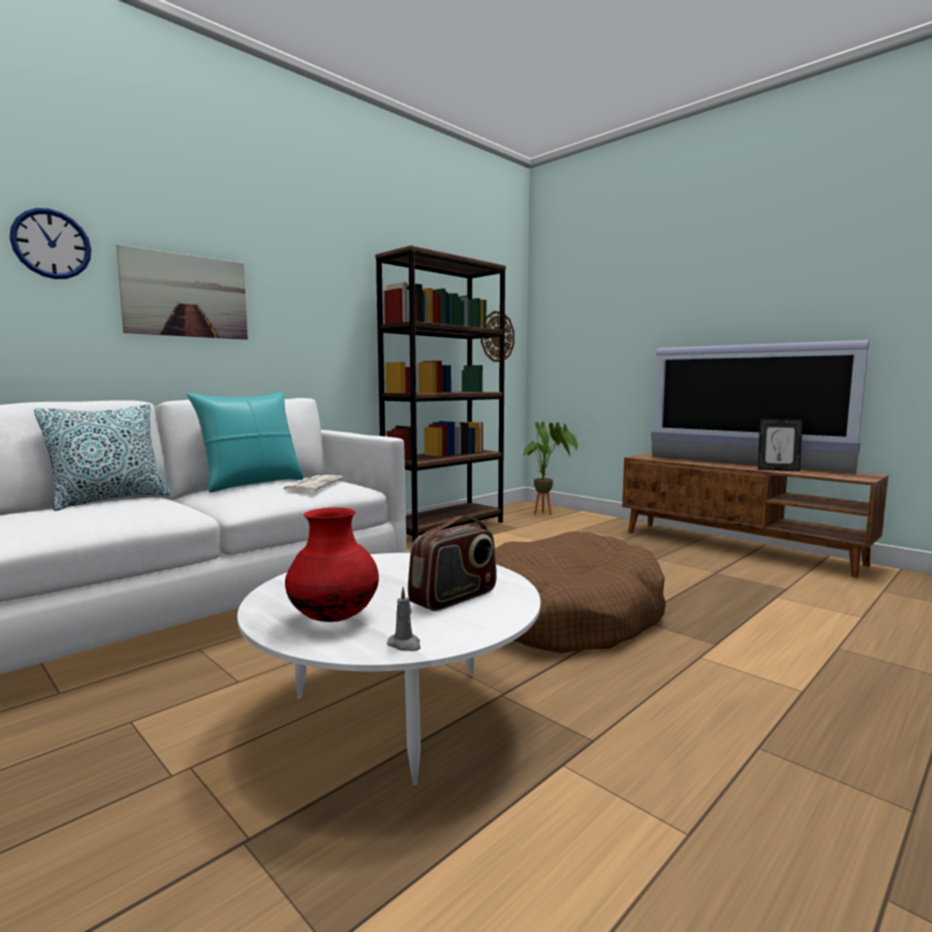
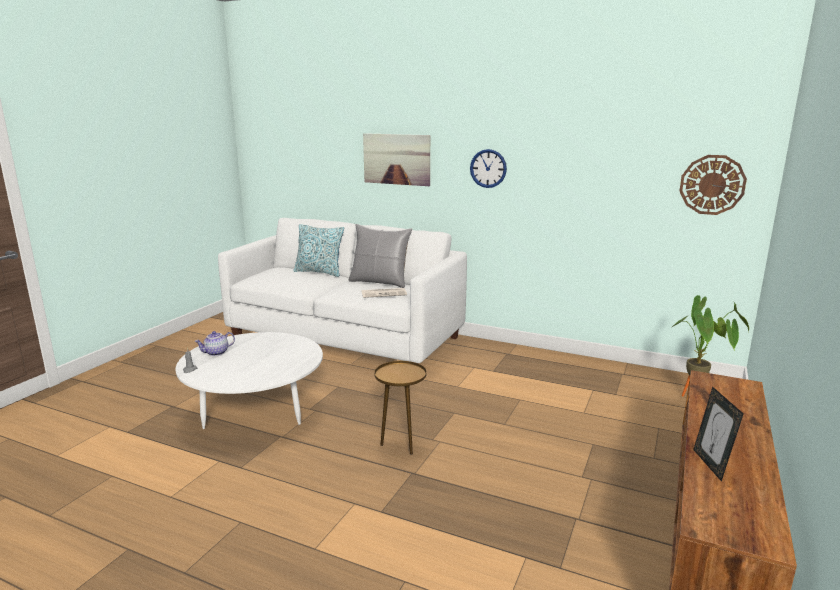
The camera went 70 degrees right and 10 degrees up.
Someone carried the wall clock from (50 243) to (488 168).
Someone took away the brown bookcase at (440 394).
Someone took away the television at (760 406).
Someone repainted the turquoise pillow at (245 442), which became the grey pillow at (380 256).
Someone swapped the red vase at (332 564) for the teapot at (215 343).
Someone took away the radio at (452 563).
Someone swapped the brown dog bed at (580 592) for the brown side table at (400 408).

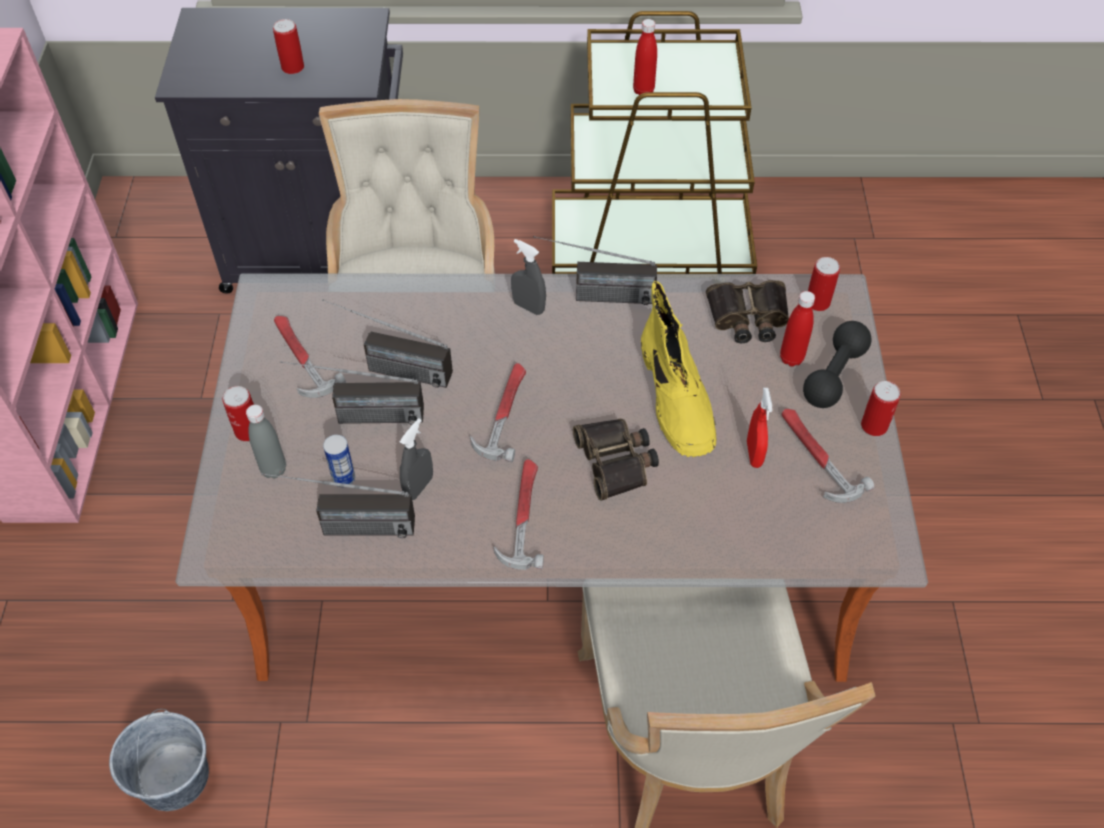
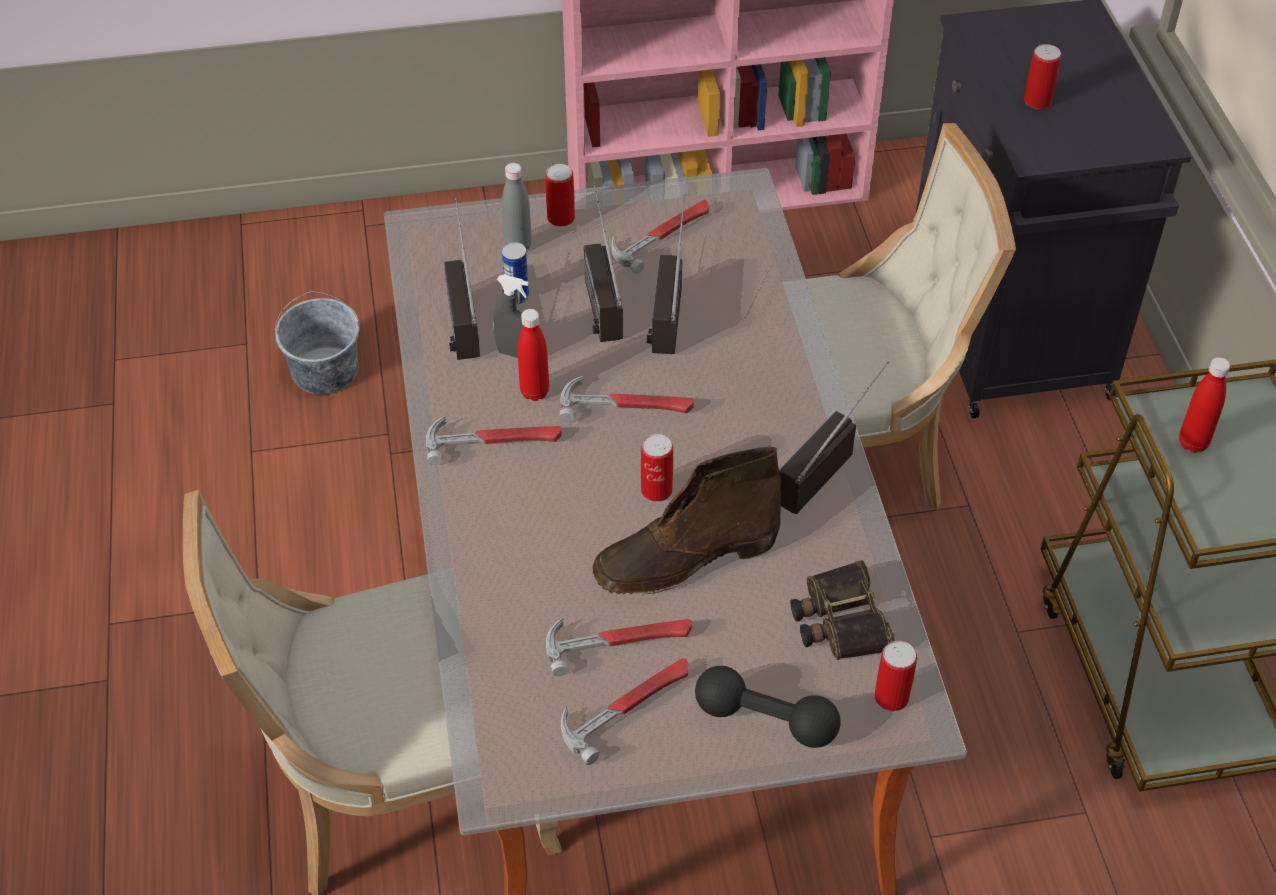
The camera went 80 degrees right and 5 degrees down.
Someone rotated the radio at (595 270) by 45 degrees clockwise.
Someone took away the grey spray bottle at (528 277).
Someone repainted the yellow boot at (678 369), which became the brown boot at (686 520).
Someone carried the red bottle from (797 328) to (533 355).
Someone carried the can from (881 408) to (657 468).
Someone swapped the red spray bottle at (759 428) for the hammer at (619 647).
Someone took away the binoculars at (616 460).

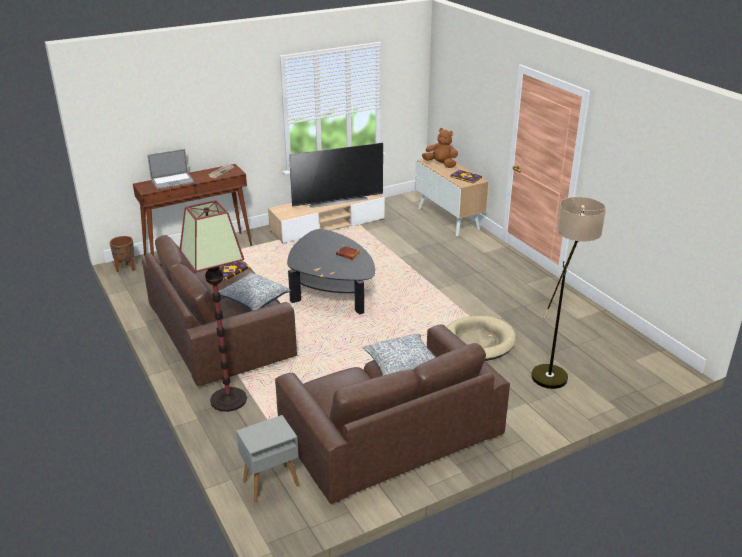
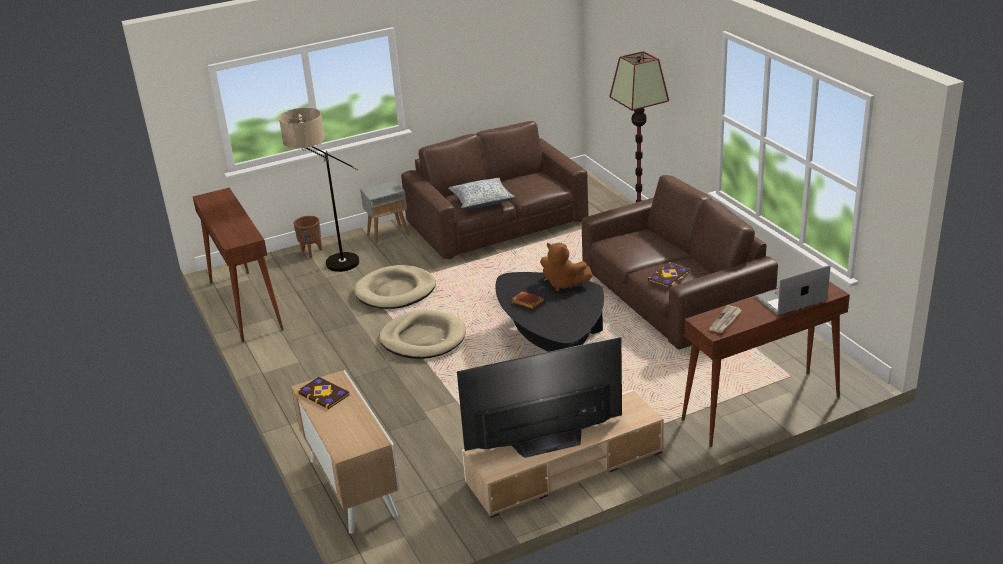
The camera went 175 degrees left and 0 degrees up.
Someone carried the brown plush toy from (440 148) to (566 267).
Someone carried the brown planter from (122 254) to (308 237).
Someone took away the pillow at (254 292).
Someone carried the grey side table from (267 459) to (384 213).
Someone put down the brown console table at (238 265).
Someone put down the beige dog bed at (422 334).

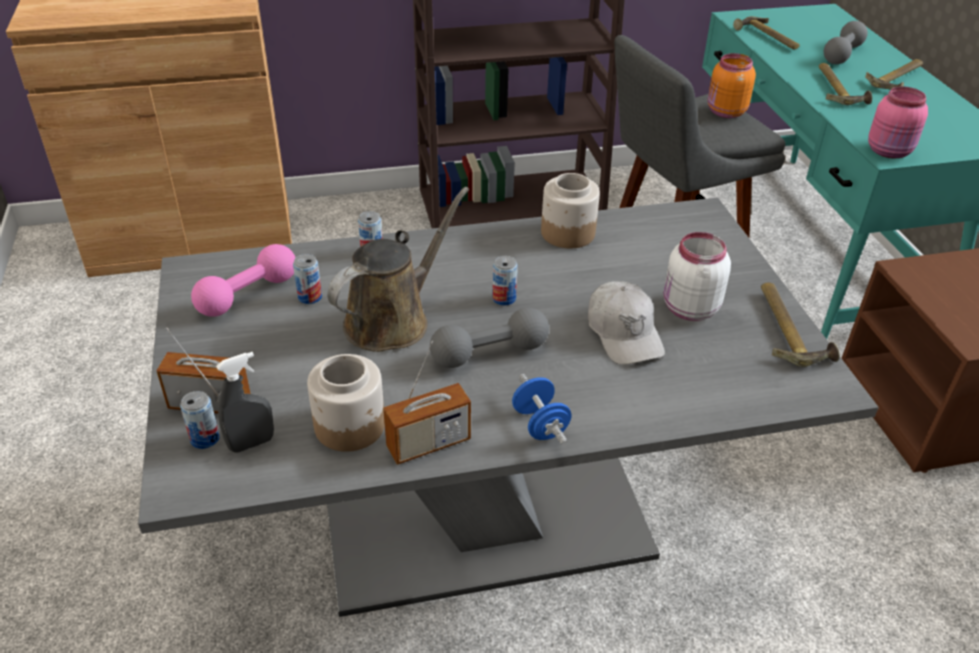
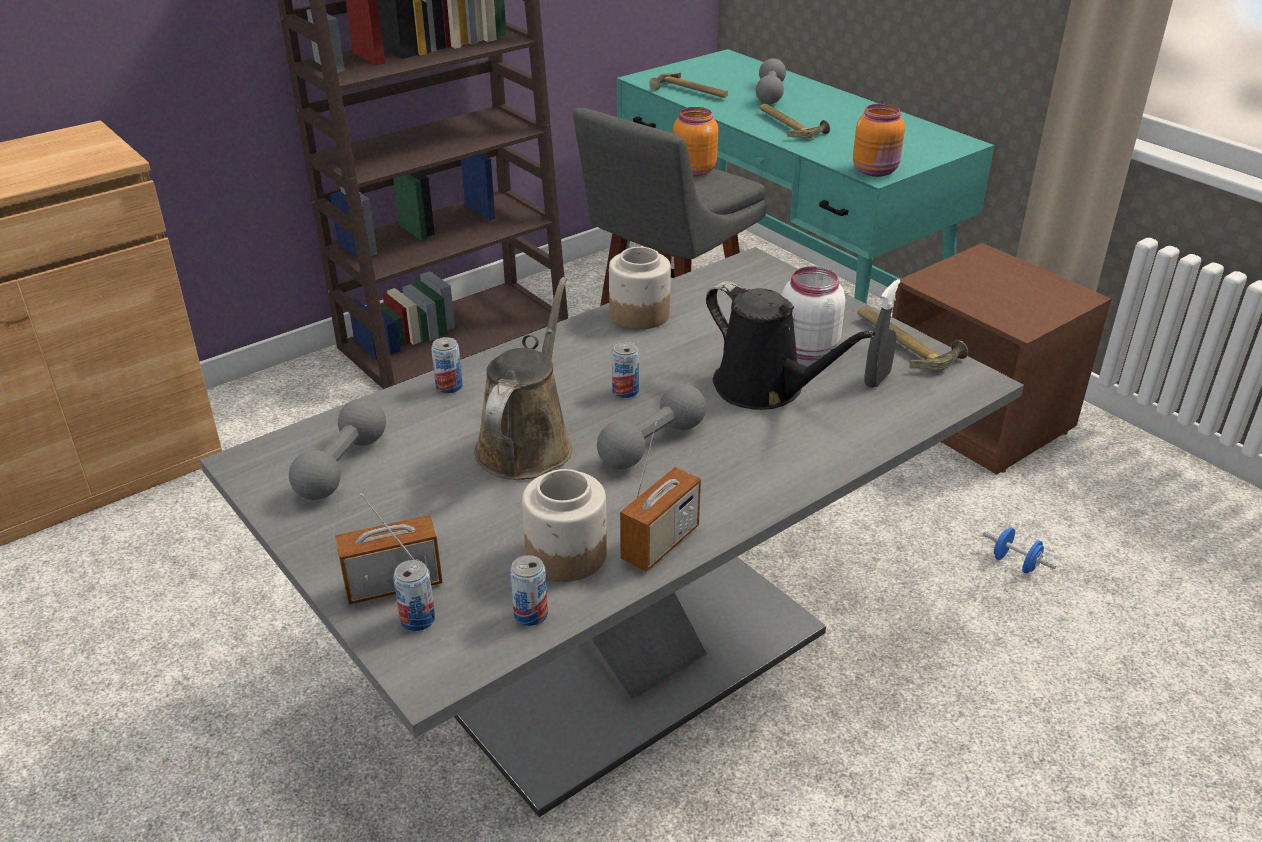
The camera went 25 degrees left and 5 degrees down.
Someone took away the hammer at (894 74).
Someone repainted the pink jar at (898 122), which became the orange jar at (879 140).
Someone repainted the pink dumbbell at (243 280), which became the grey dumbbell at (337 449).
Someone carried the can from (307 279) to (529 590).
Someone swapped the white cap at (626 323) for the black watering can at (791 345).
Someone carried the grey spray bottle from (245 402) to (882 333).
Someone carried the blue dumbbell from (541 409) to (1020 550).

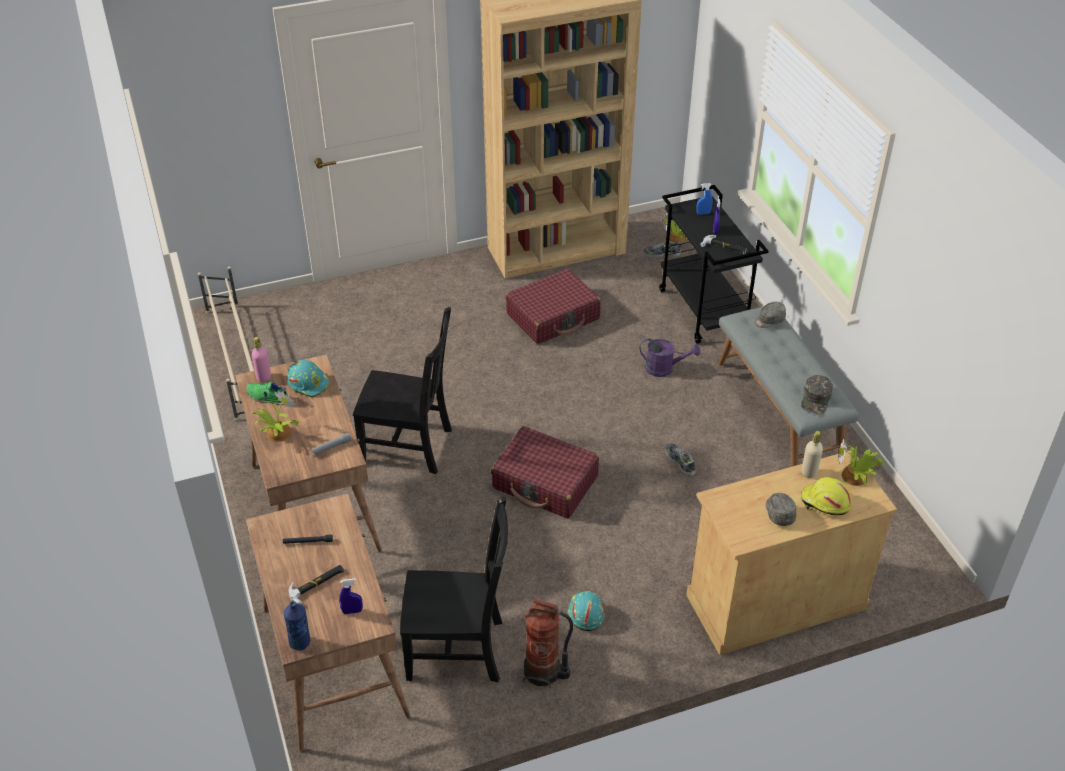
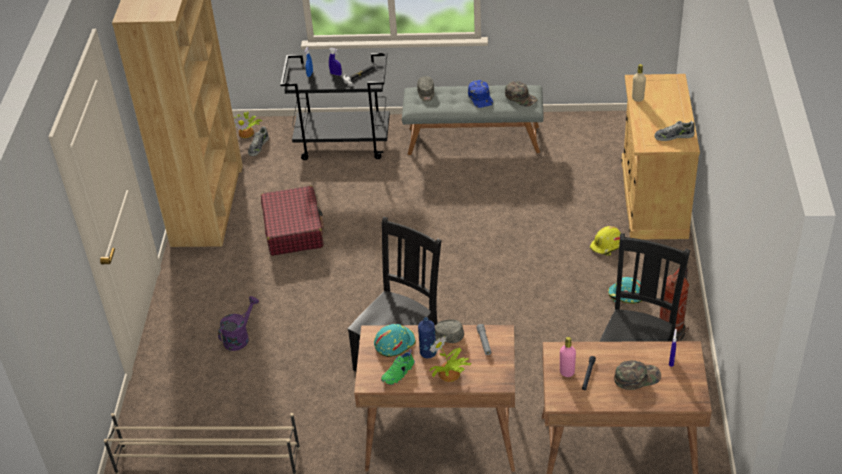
The camera went 65 degrees left and 0 degrees up.
Someone carried the pink bottle from (261 359) to (568 357).
Someone carried the purple watering can from (670 358) to (238 323).
Someone took away the red suitcase at (545 472).
Someone took away the potted plant at (861 462).
Someone carried the shoe from (680 460) to (674 131).
Someone carried the yellow hard hat from (826 496) to (605 241).
Someone carried the grey cap from (781 509) to (449 331).
Someone swapped the hammer at (316 585) for the green cap at (637 375).
Someone carried the blue bottle from (297 626) to (427 337).
Someone put down the blue cap at (480 94).

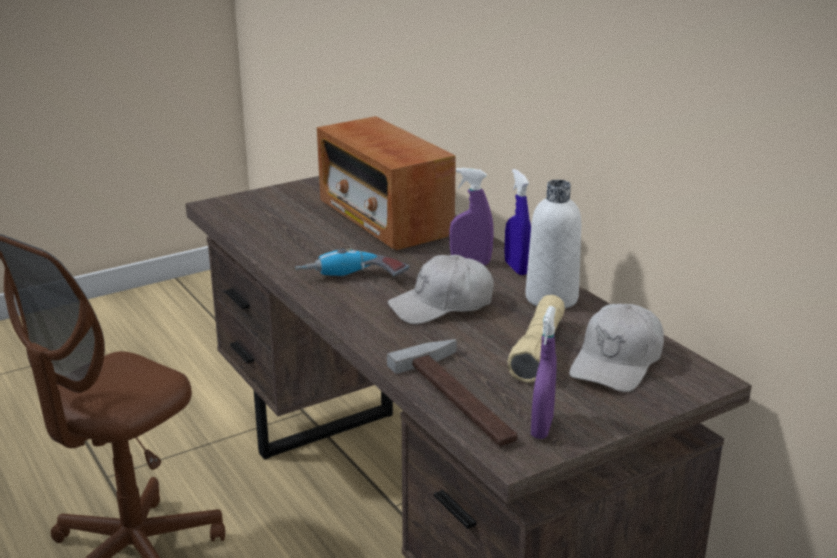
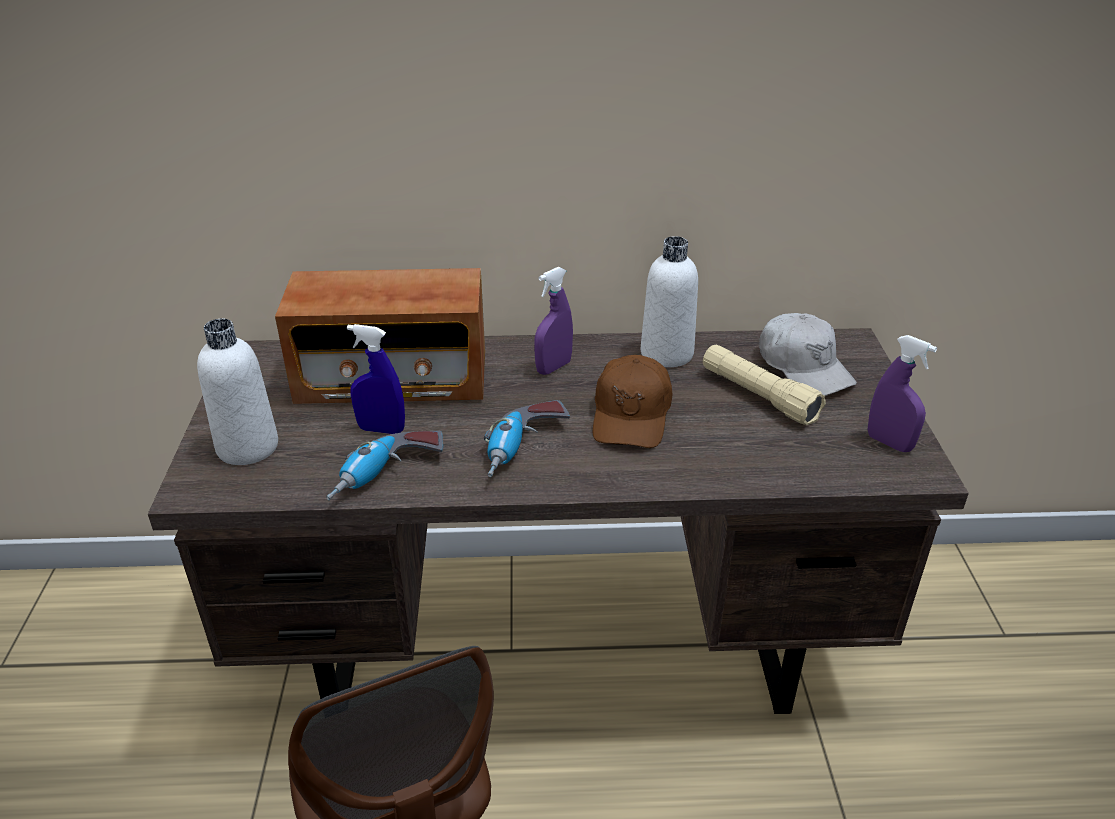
The camera went 60 degrees left and 10 degrees up.
Someone carried the blue spray bottle from (517 222) to (376 379).
Someone repainted the white cap at (440 289), which became the brown cap at (632 401).
Someone took away the hammer at (452 393).
Someone put down the white bottle at (237 392).
Someone put down the power drill at (384 465).

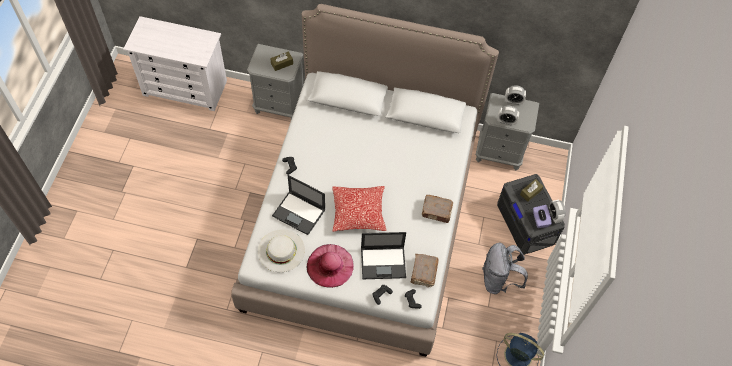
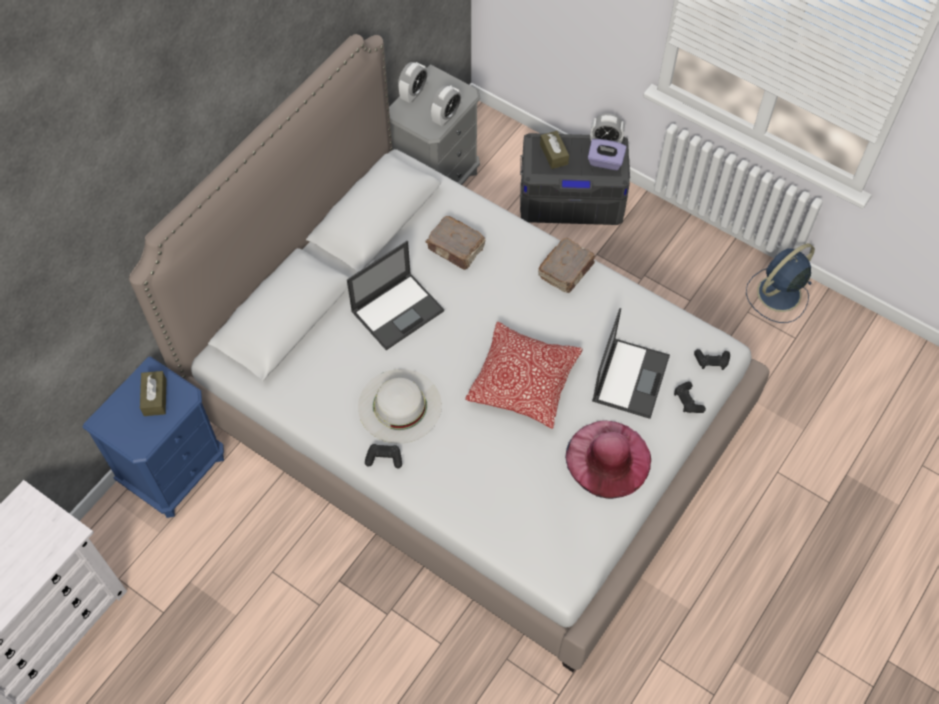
The camera went 65 degrees left and 0 degrees up.
Someone repainted the grey nightstand at (275 81), which became the blue nightstand at (153 437).
Someone carried the laptop from (299 205) to (395 295).
Someone carried the white hat from (281 250) to (400 406).
Someone took away the grey backpack at (505 268).
Someone carried the brown book from (425 270) to (455 243).

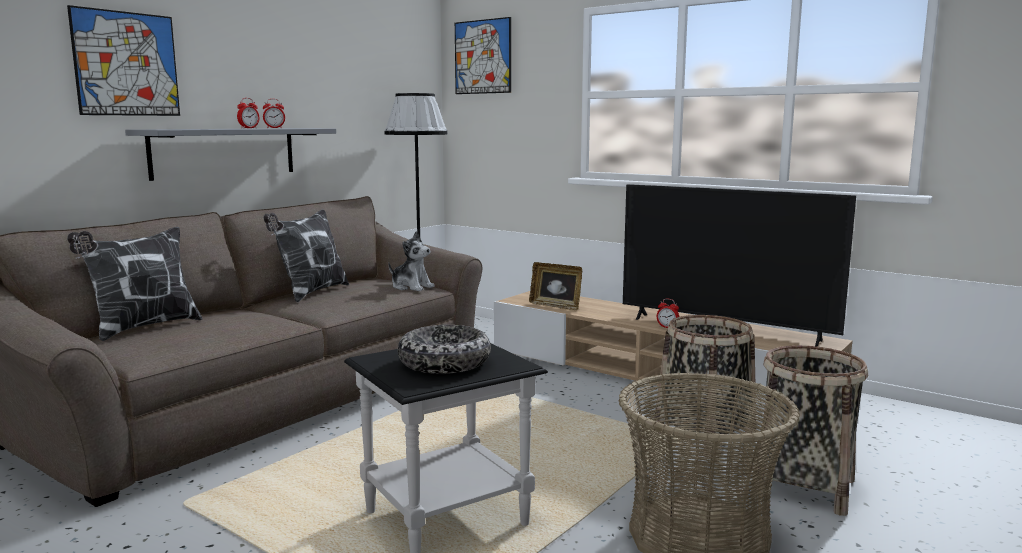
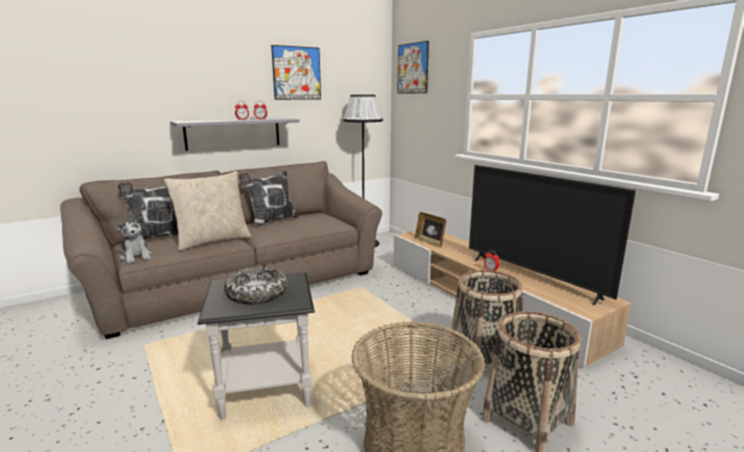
The camera went 20 degrees right and 5 degrees up.
Someone carried the picture from (123 60) to (296 72).
Someone carried the plush toy from (411 261) to (133 238).
Someone put down the beige pillow at (208 211).

